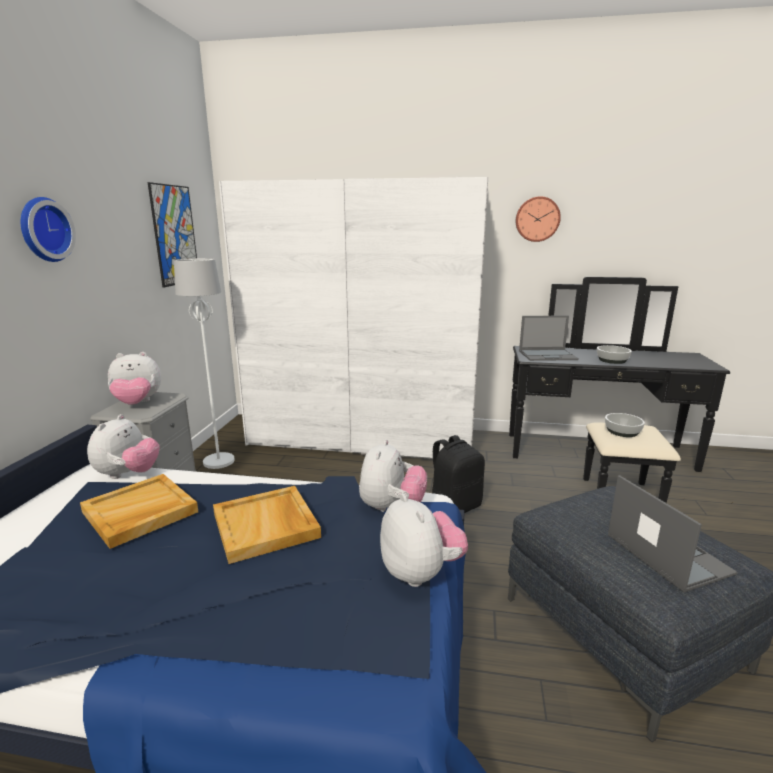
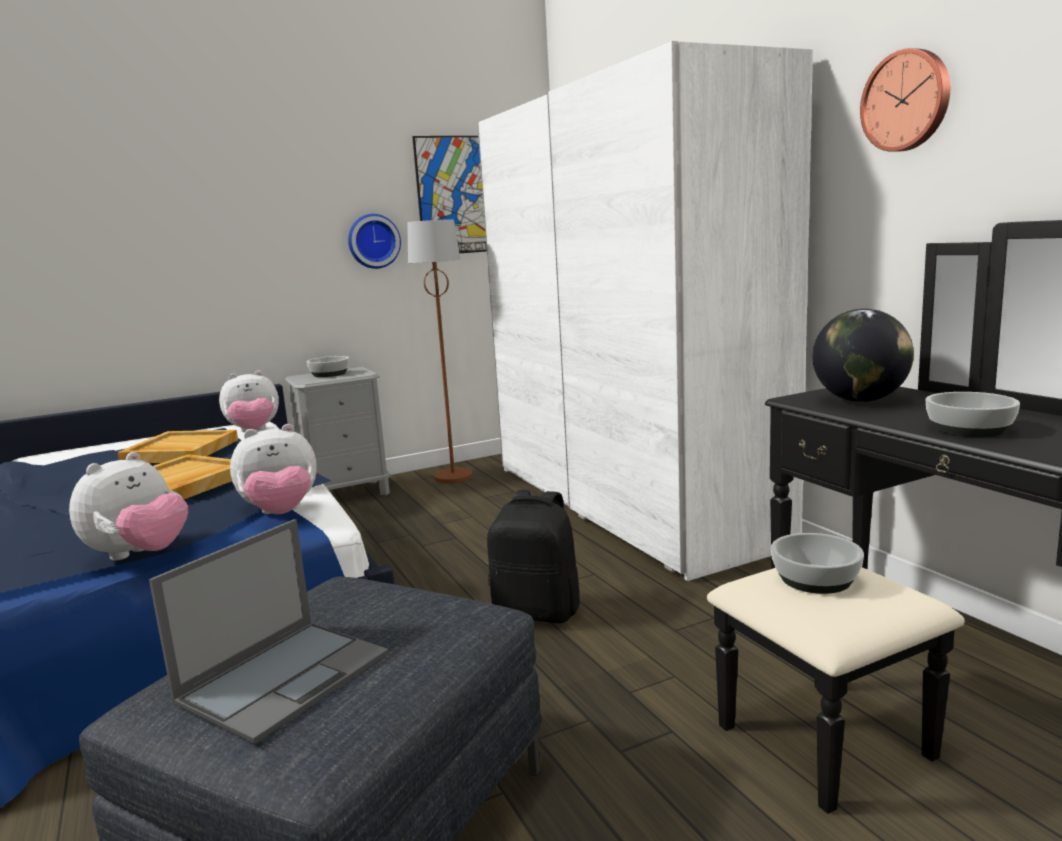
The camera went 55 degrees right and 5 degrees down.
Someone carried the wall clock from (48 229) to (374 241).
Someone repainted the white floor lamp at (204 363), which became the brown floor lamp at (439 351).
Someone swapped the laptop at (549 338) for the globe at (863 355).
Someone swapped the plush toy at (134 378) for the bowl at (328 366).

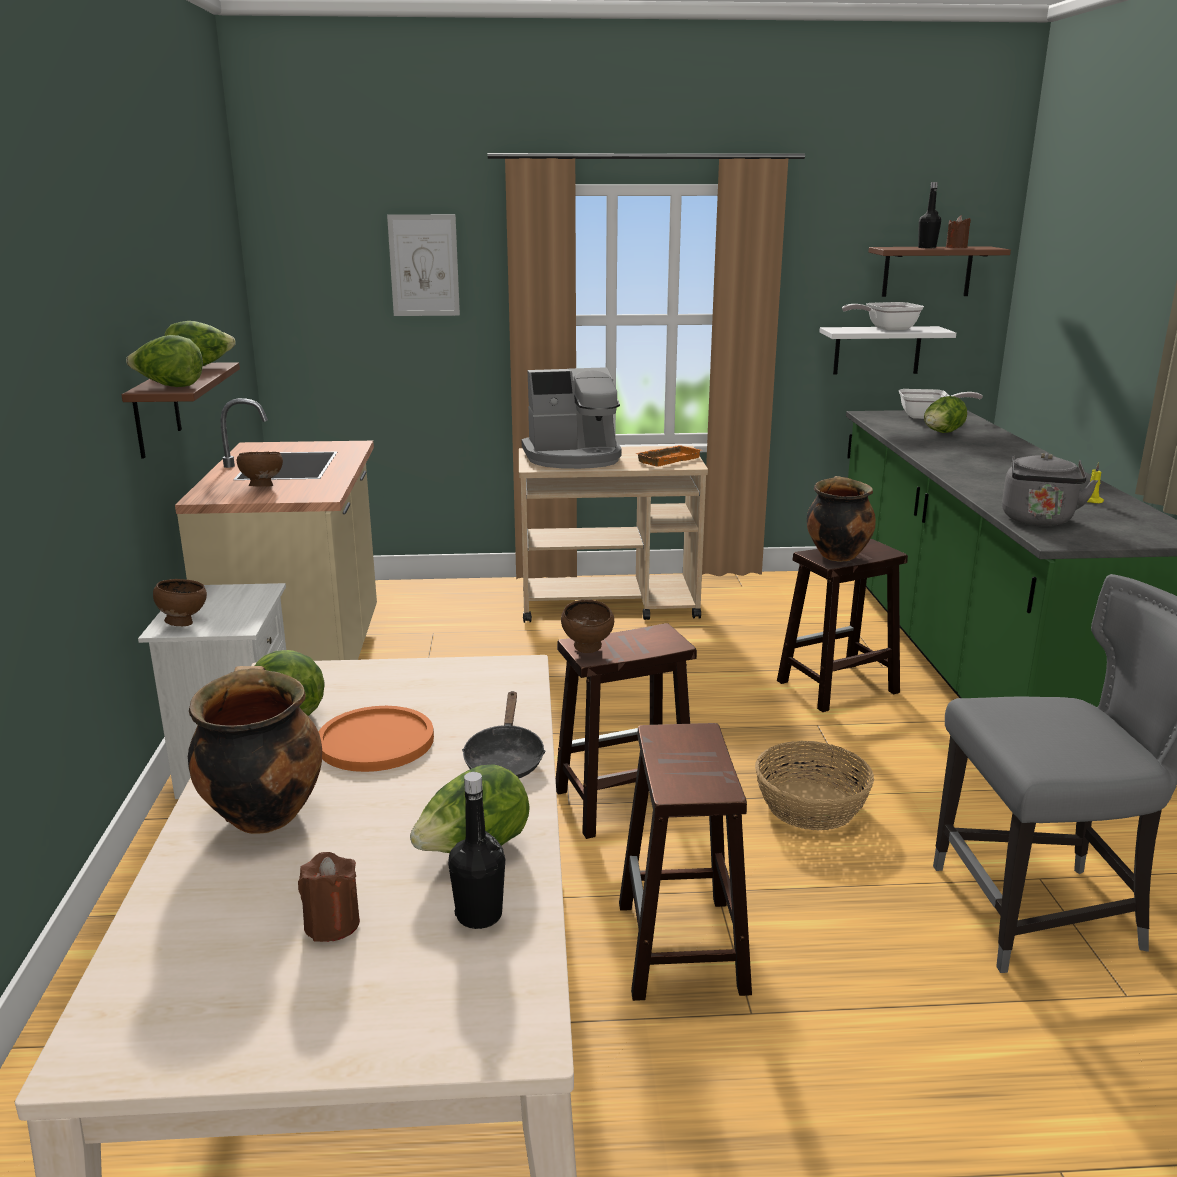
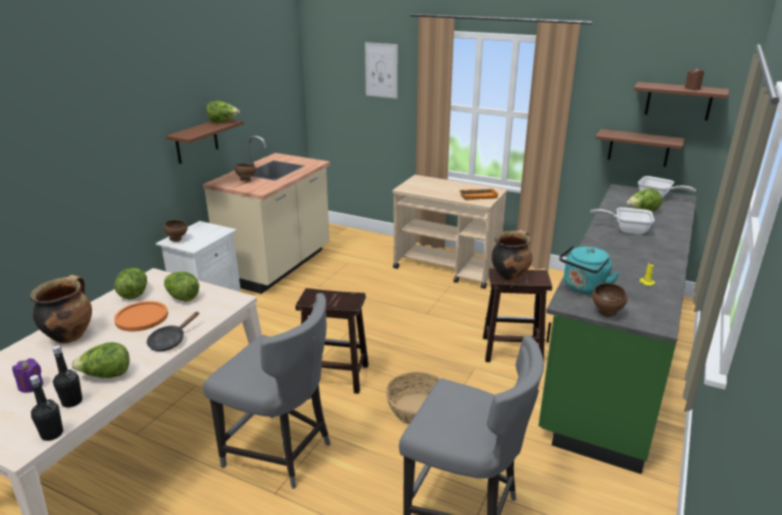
The camera went 30 degrees right and 5 degrees up.
Someone carried the black bottle from (929 215) to (46 408).
Someone carried the frying pan from (883 316) to (622 220).
Someone repainted the white shelf at (887 350), which became the brown shelf at (640 148).
Someone carried the lettuce from (164 361) to (181 287).
Someone took away the coffee machine at (572 418).
Someone repainted the grey kettle at (1050 489), which became the turquoise kettle at (589 269).
Someone carried the brown bowl from (587 626) to (610 300).
Someone swapped the brown stool at (685 862) for the grey chair at (267 391).
Someone repainted the brown candle at (329 897), which became the purple candle at (27 375).

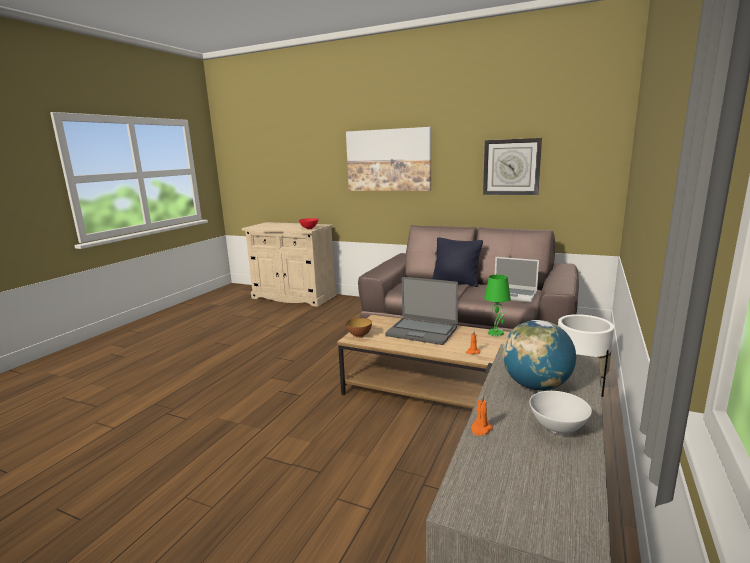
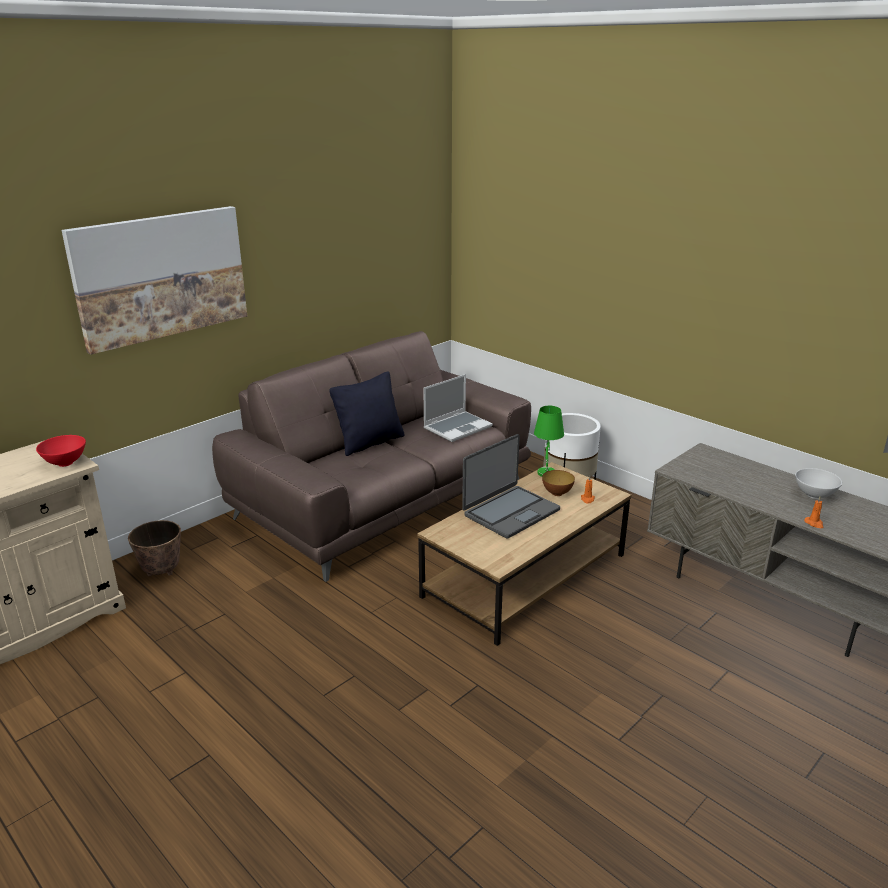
The camera went 70 degrees left and 10 degrees up.
Someone took away the wall clock at (512 166).
Someone carried the bowl from (359 328) to (558 483).
Someone took away the globe at (539 355).
Someone put down the planter at (154 548).

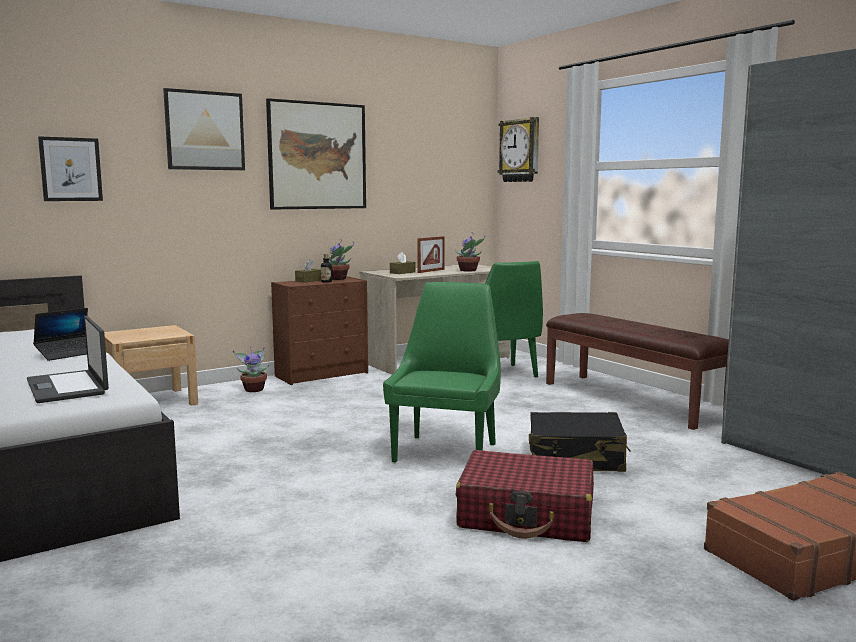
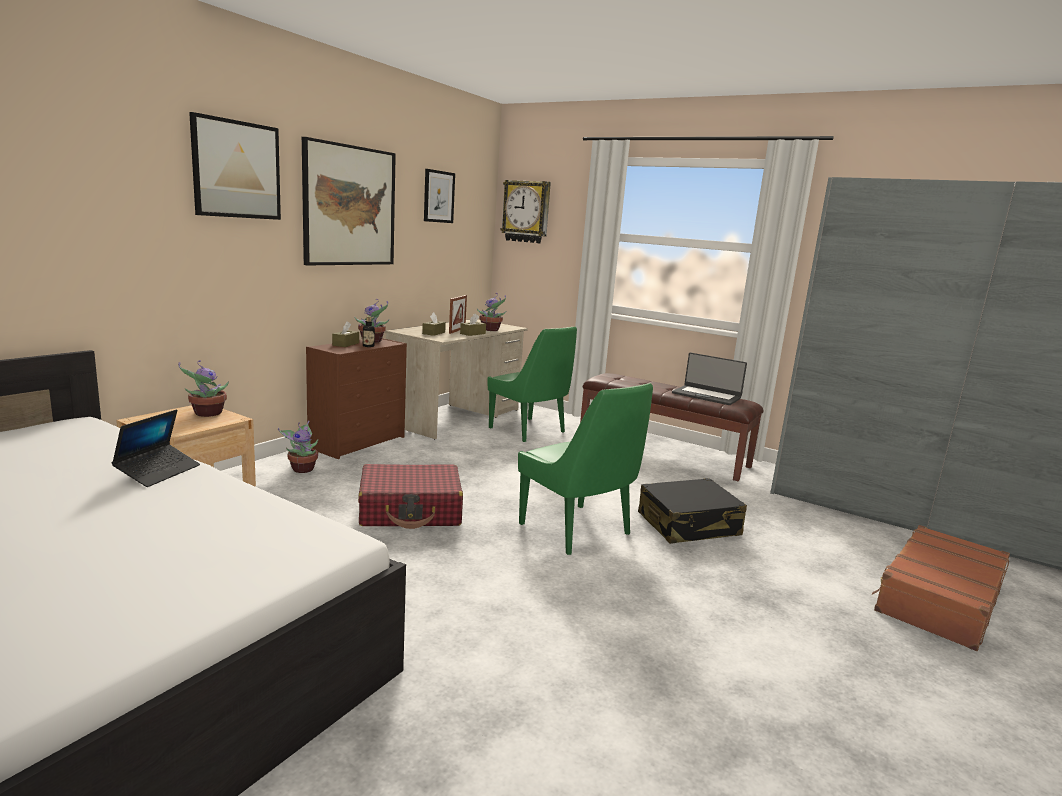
The camera went 25 degrees left and 5 degrees up.
Someone carried the picture from (70 168) to (439 196).
Someone rotated the green chair at (442 372) by 150 degrees clockwise.
Someone carried the laptop from (68 359) to (709 379).
Someone carried the red suitcase from (525 496) to (410 496).
Someone put down the brown tissue box at (473 325).
Someone put down the potted plant at (203 388).

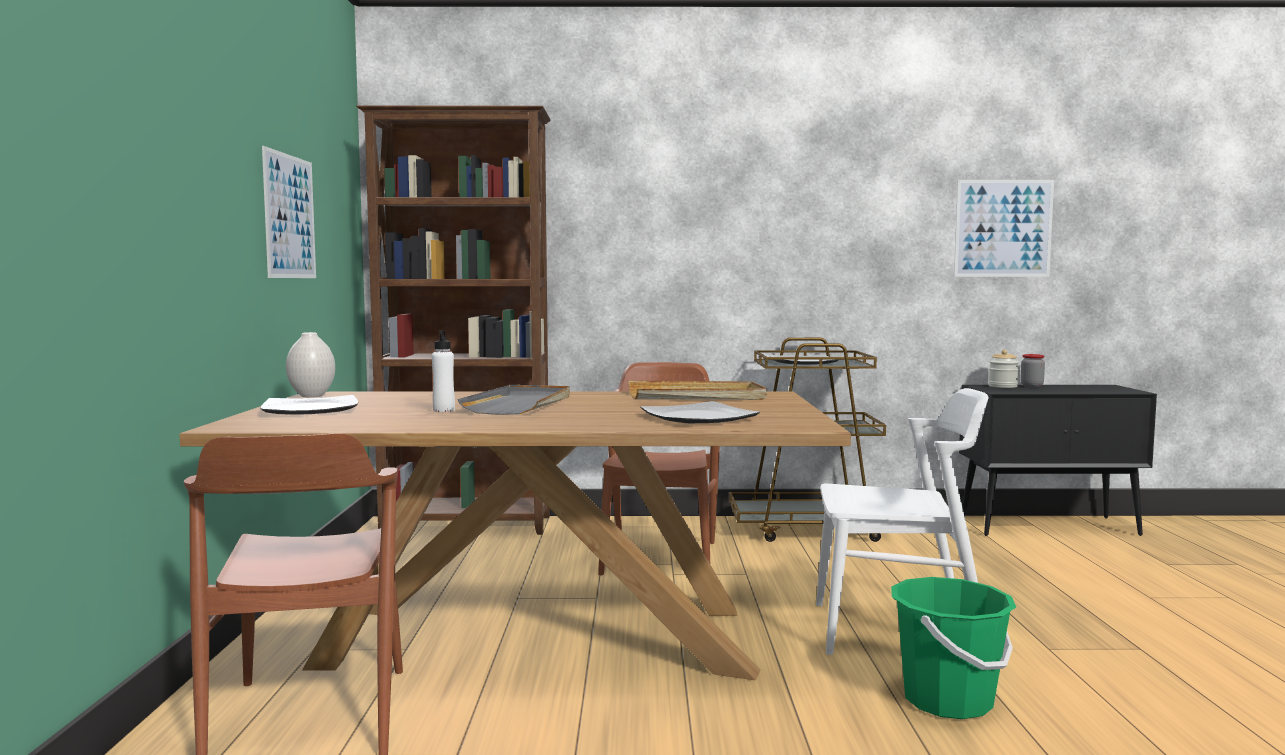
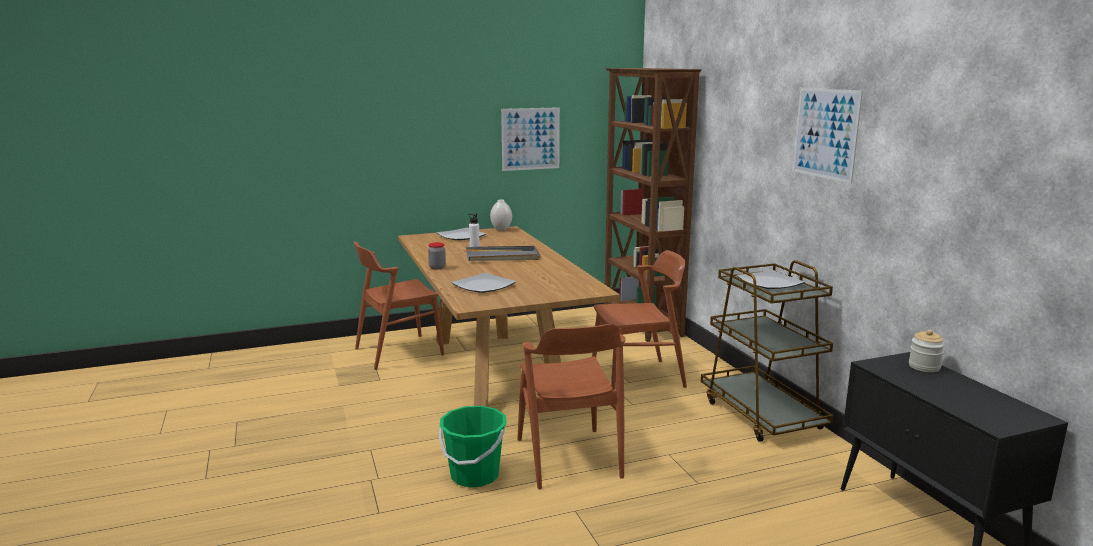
The camera went 70 degrees right and 10 degrees up.
Someone carried the picture from (1004 228) to (828 136).
Someone carried the jar from (1032 370) to (437 255).
Someone took away the beige tray at (698 390).
Someone repainted the white chair at (902 521), which became the brown chair at (571 406).

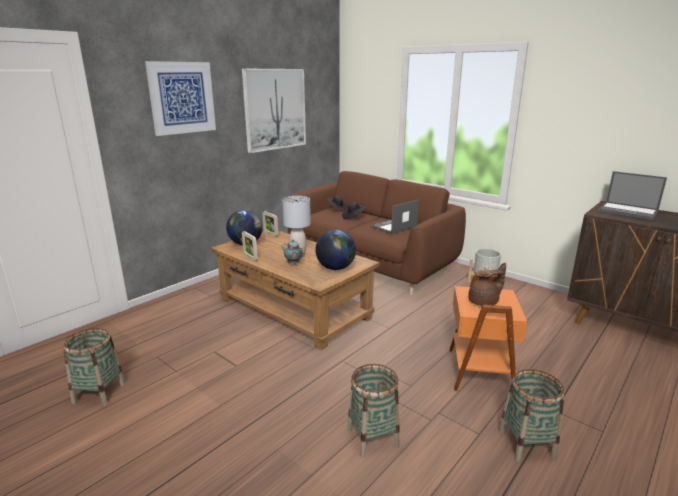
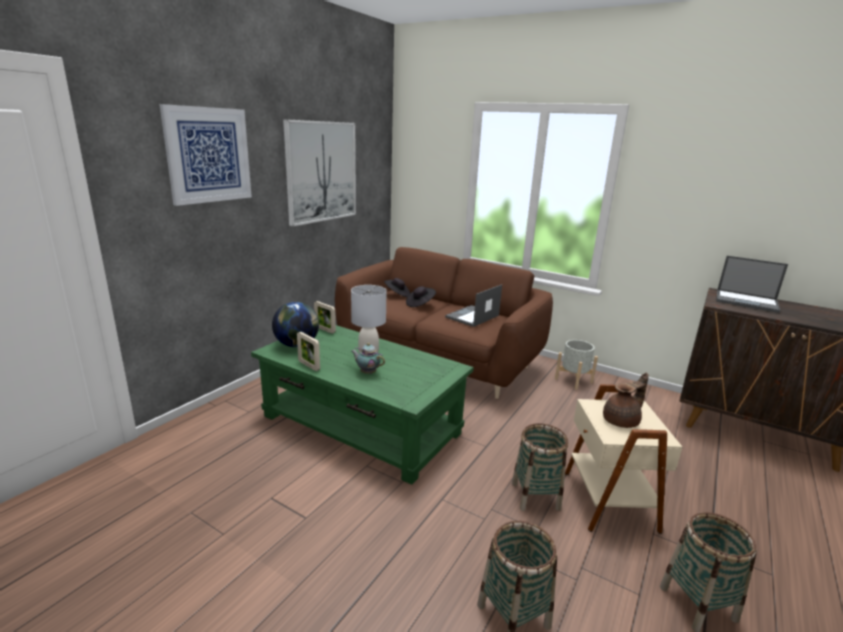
The camera went 10 degrees left and 0 degrees up.
Someone took away the globe at (335 249).
Someone repainted the brown coffee table at (295 290), which became the green coffee table at (362 405).
Someone repainted the orange side table at (488 332), which became the beige side table at (623 459).
Someone carried the basket from (94 367) to (540 467).

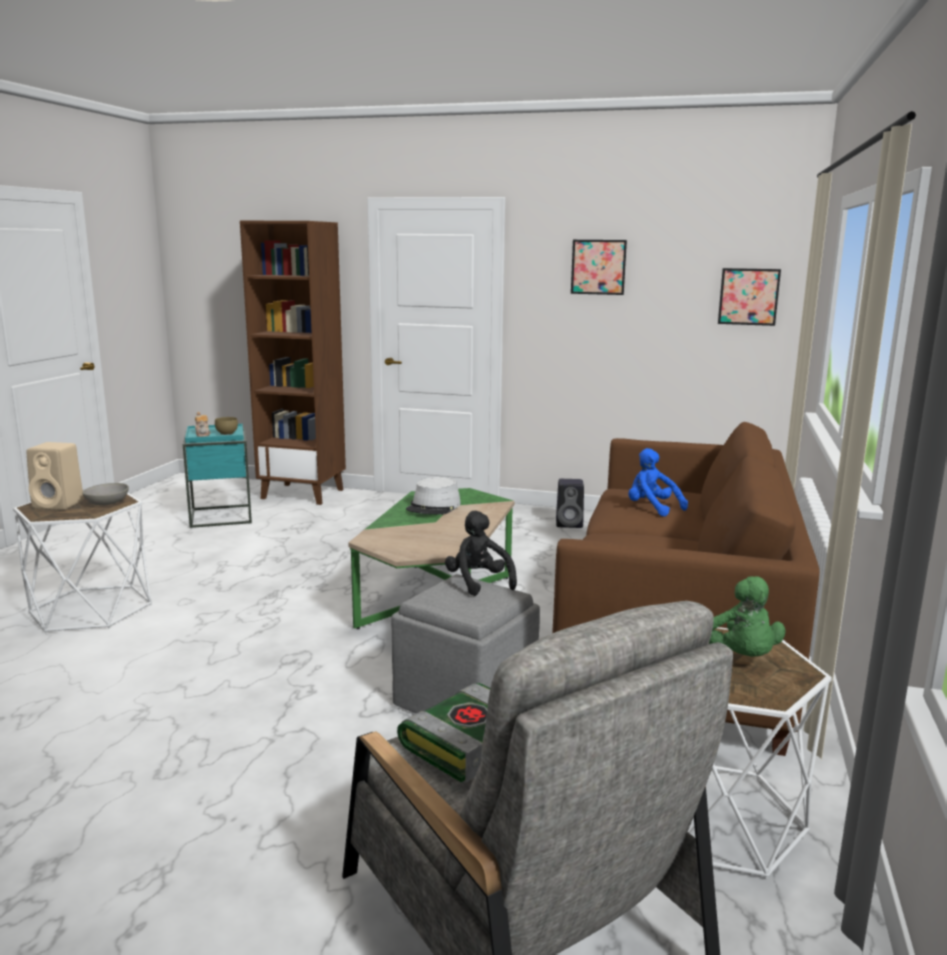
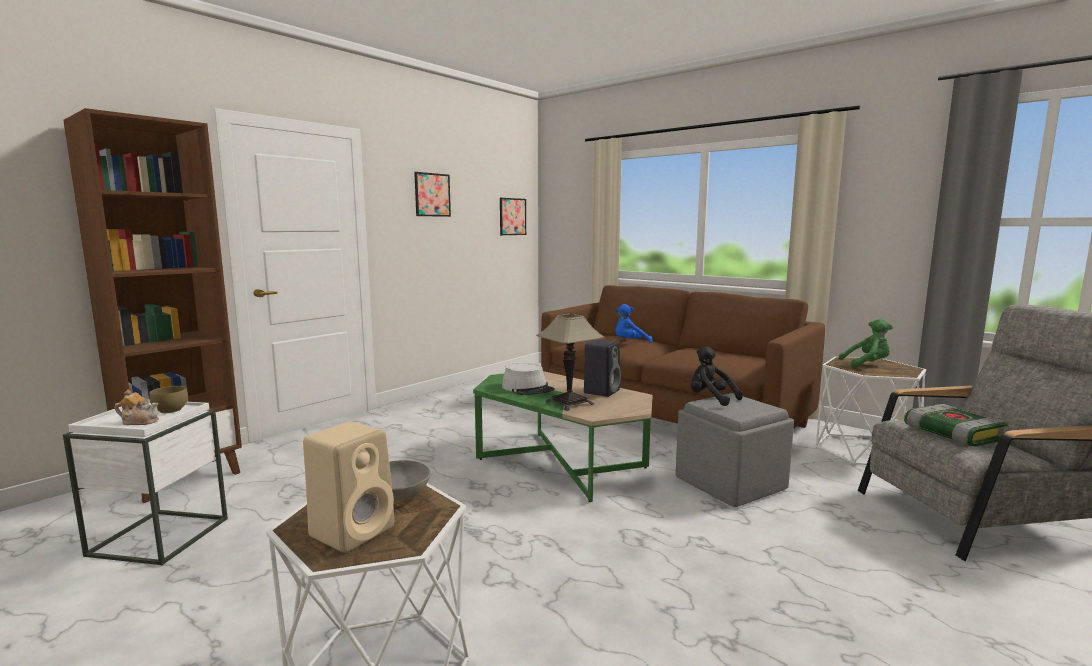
The camera went 65 degrees left and 5 degrees down.
Someone repainted the turquoise side table at (217 476), which became the white side table at (145 482).
Someone carried the black speaker from (570 503) to (602 368).
Someone rotated the black plush toy at (481 553) by 45 degrees clockwise.
Someone put down the table lamp at (570 362).

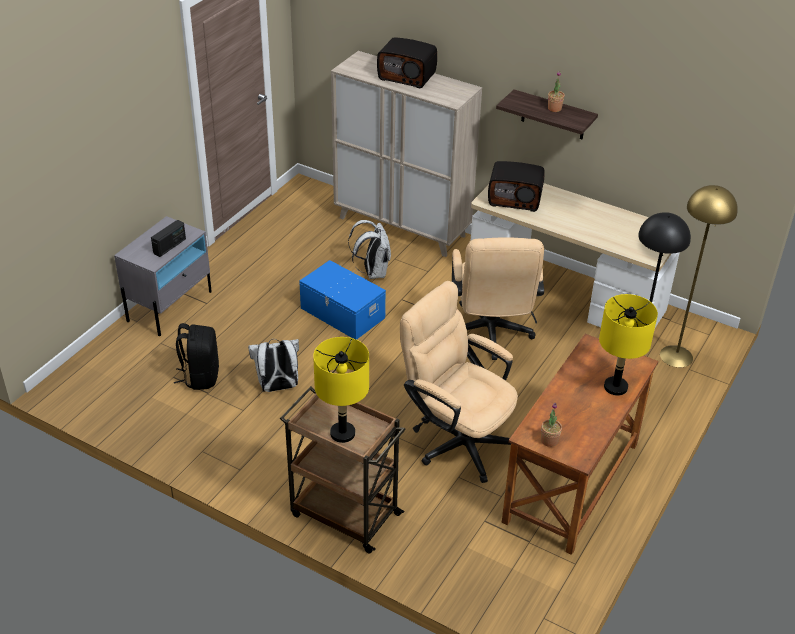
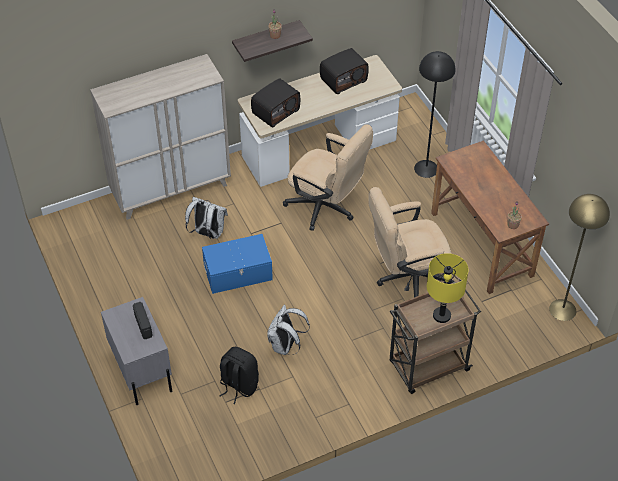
The camera went 55 degrees left and 10 degrees up.
Someone carried the radio from (407 62) to (344 71).
Someone carried the yellow floor lamp from (699 276) to (579 257).
Someone took away the yellow table lamp at (628 345).

